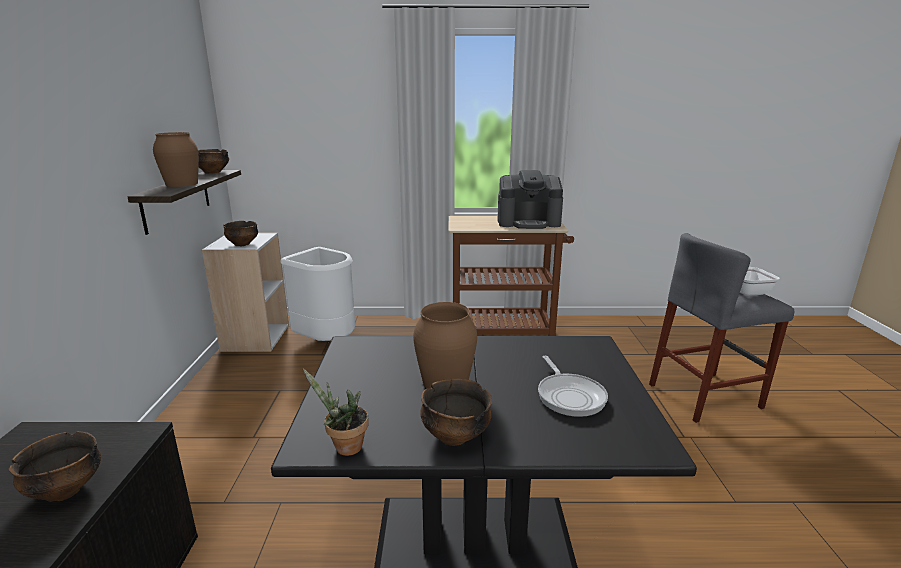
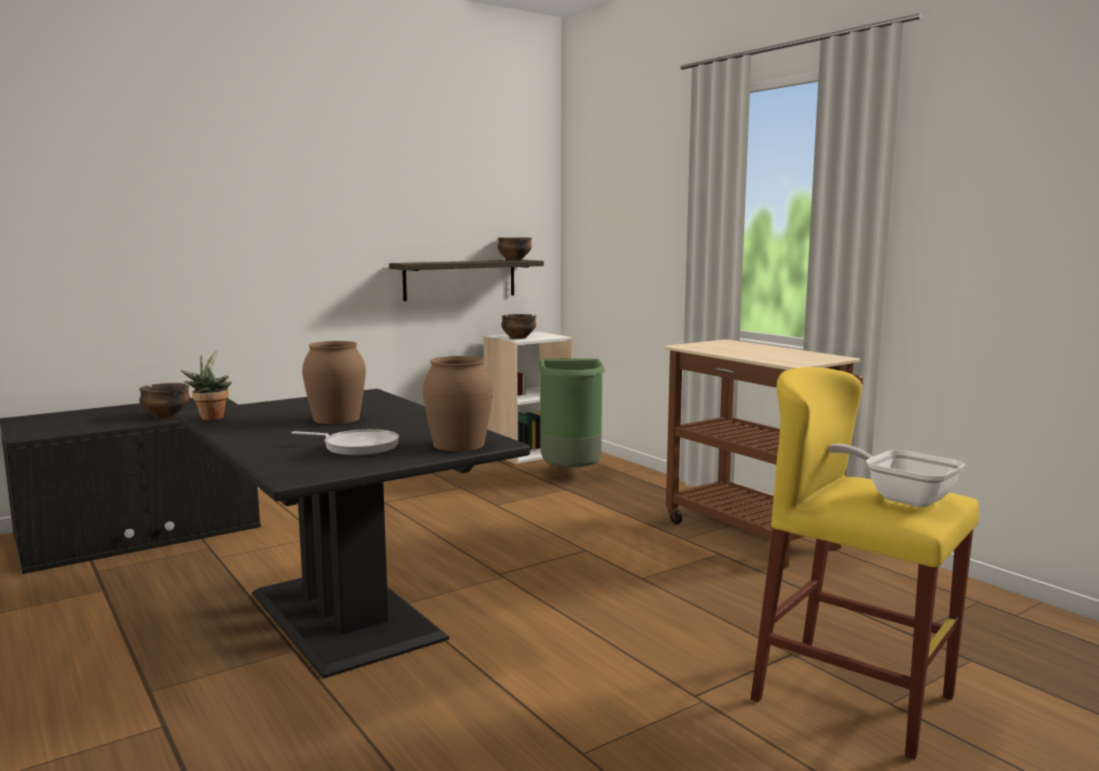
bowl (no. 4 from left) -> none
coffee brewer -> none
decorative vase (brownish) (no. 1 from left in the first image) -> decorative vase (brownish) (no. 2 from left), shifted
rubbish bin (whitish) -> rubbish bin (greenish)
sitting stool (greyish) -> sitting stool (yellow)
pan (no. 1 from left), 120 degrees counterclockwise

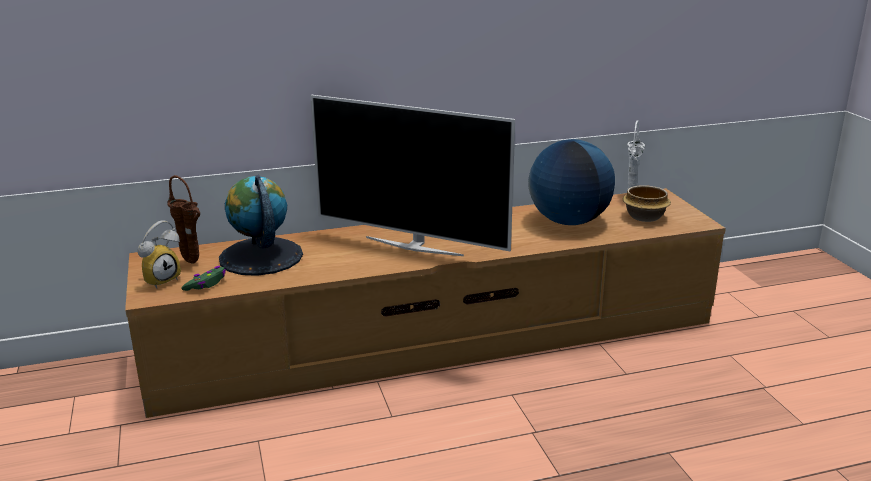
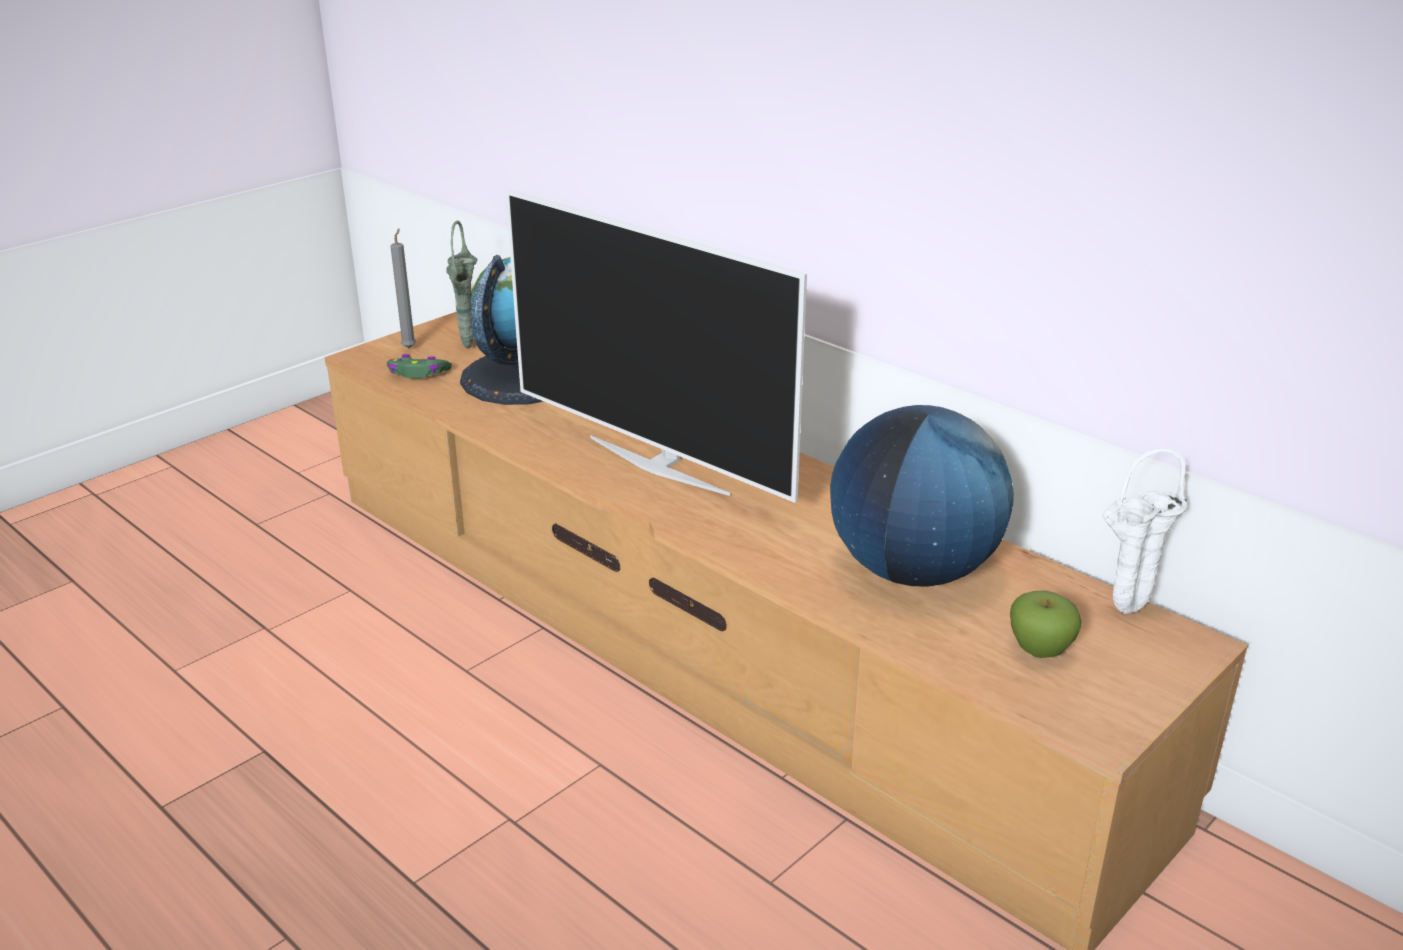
table clock -> wax light (greyish)
bowl -> apple
decorative vase (brownish) -> decorative vase (greenish)
TV, 45 degrees counterclockwise

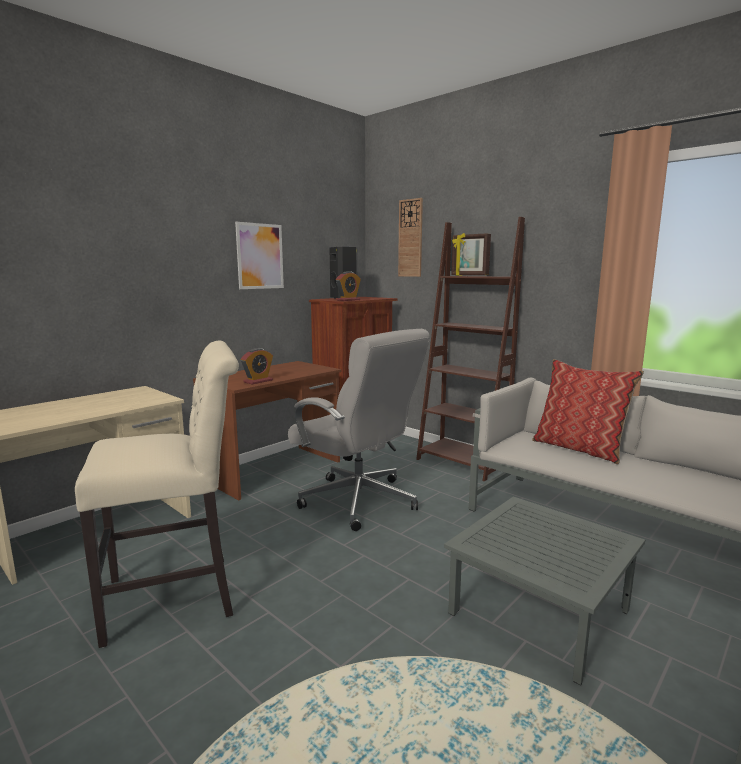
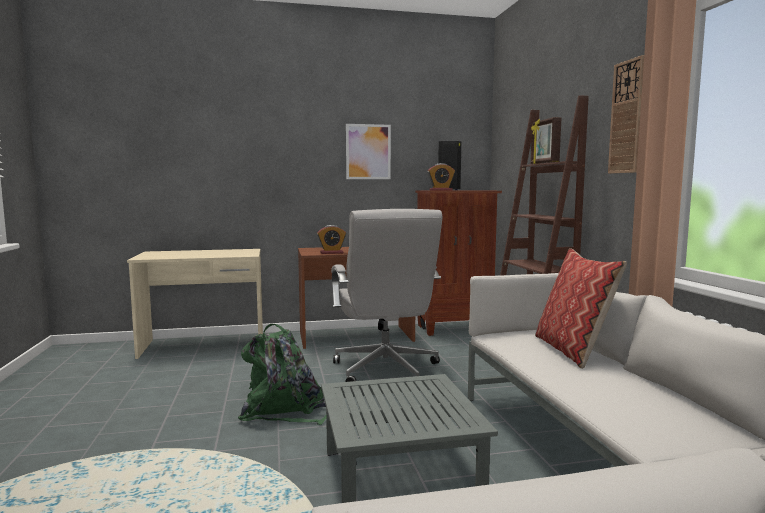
sitting stool (beige) -> none
none -> knapsack (greenish)
hanging clock, shifted

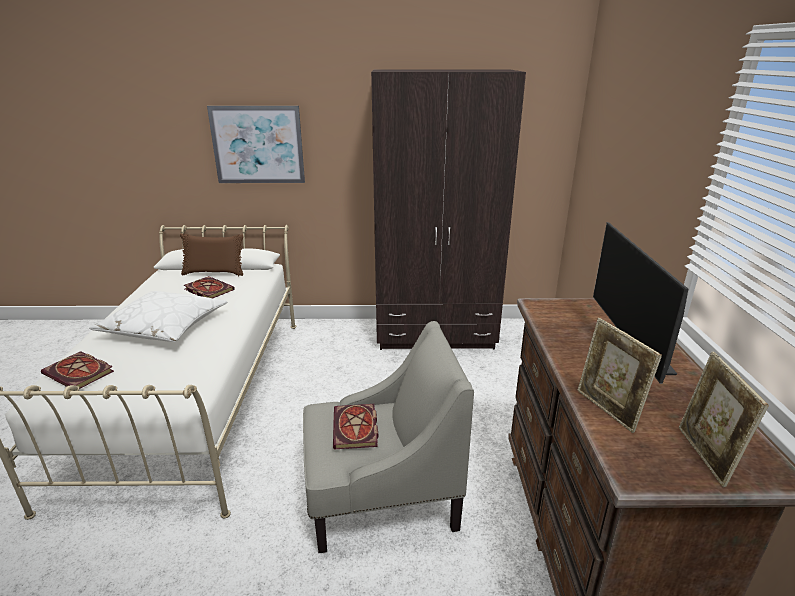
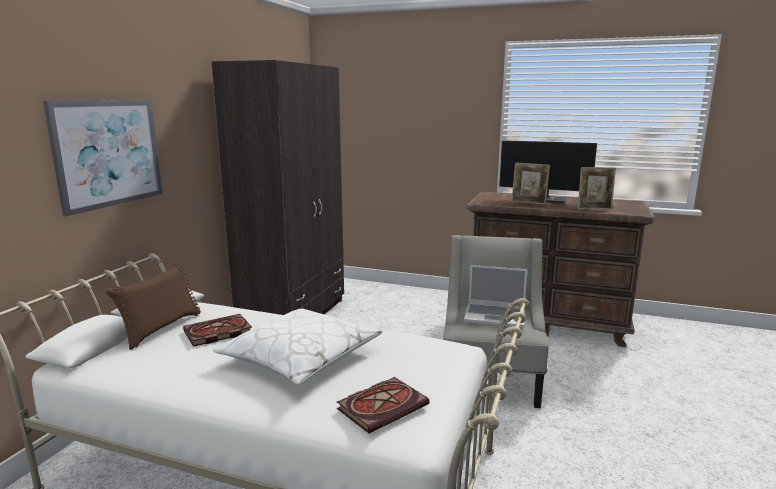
photo frame (no. 2 from left in the first image) -> photo frame (no. 1 from left), shifted
bound book (no. 3 from left) -> notebook computer

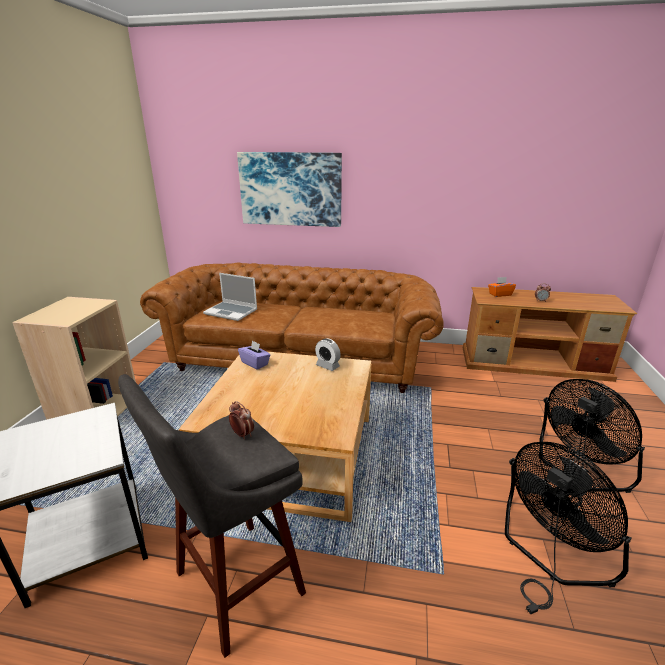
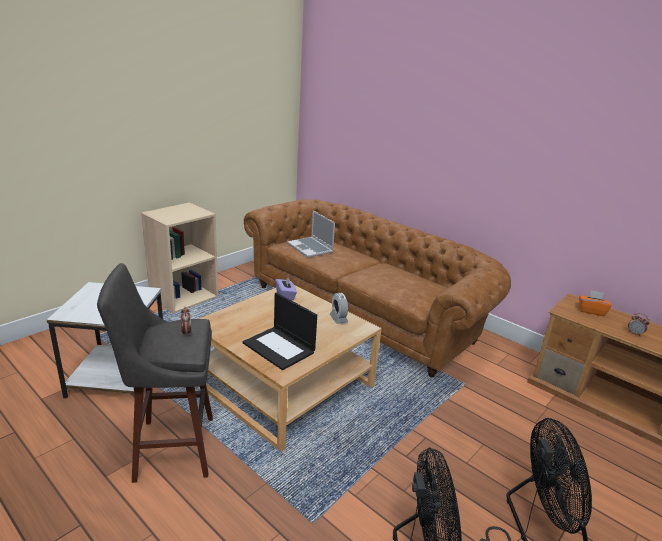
wall picture -> none
none -> notebook computer (no. 1 from left)

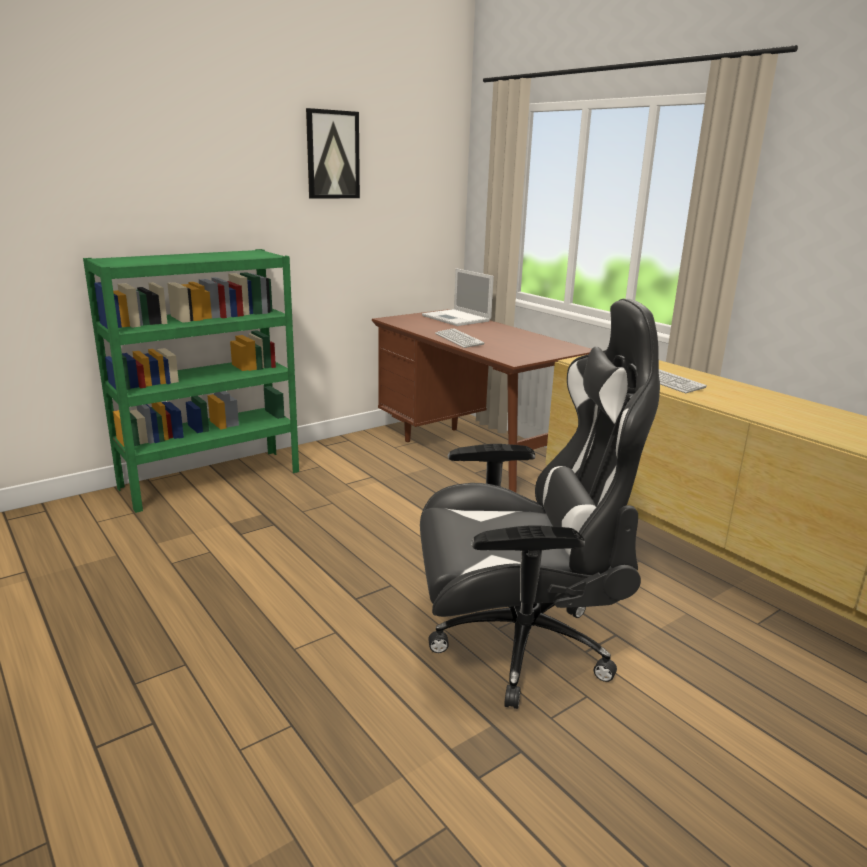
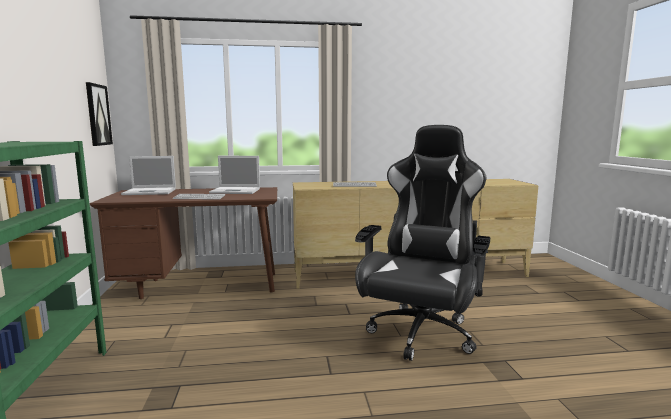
none -> notebook computer (no. 2 from left)
wall picture, shifted

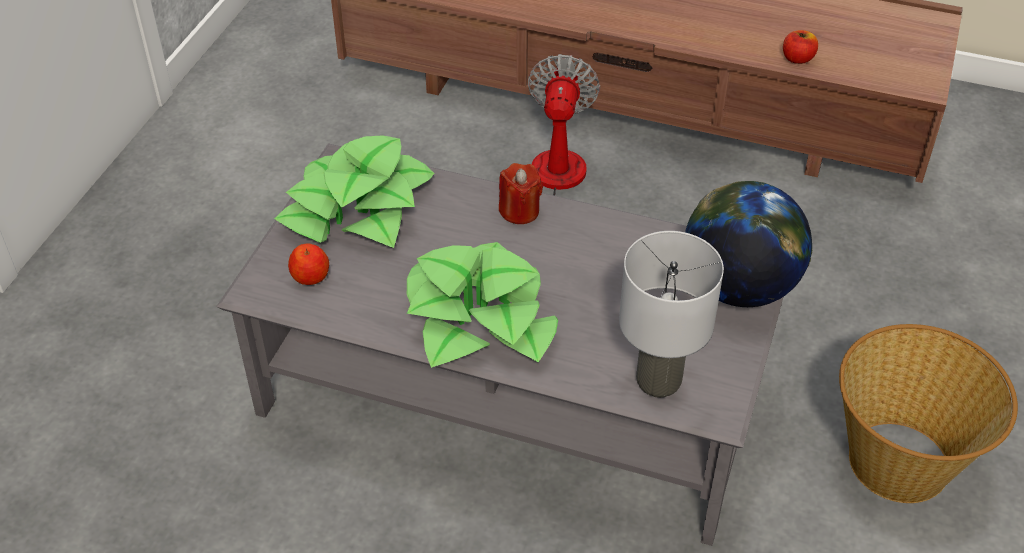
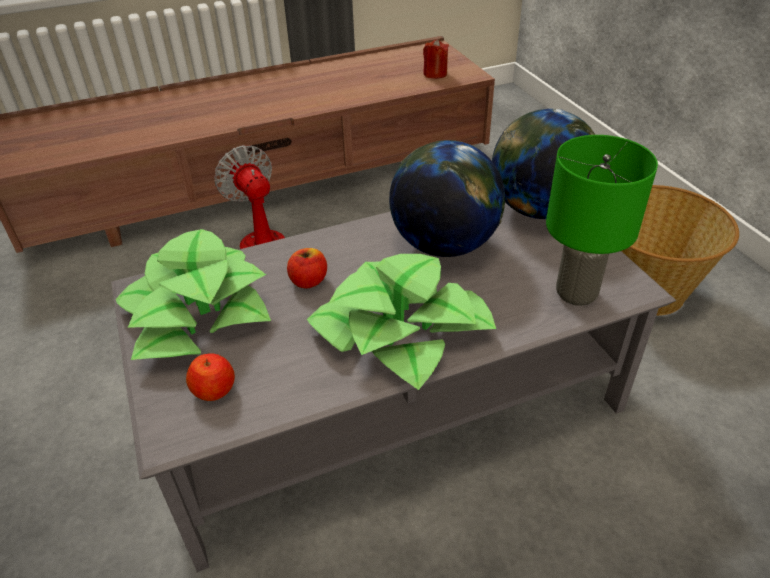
none -> desk globe (no. 1 from left)
wax light (red), shifted
apple (no. 2 from left), shifted
tabletop lamp (whitish) -> tabletop lamp (greenish)

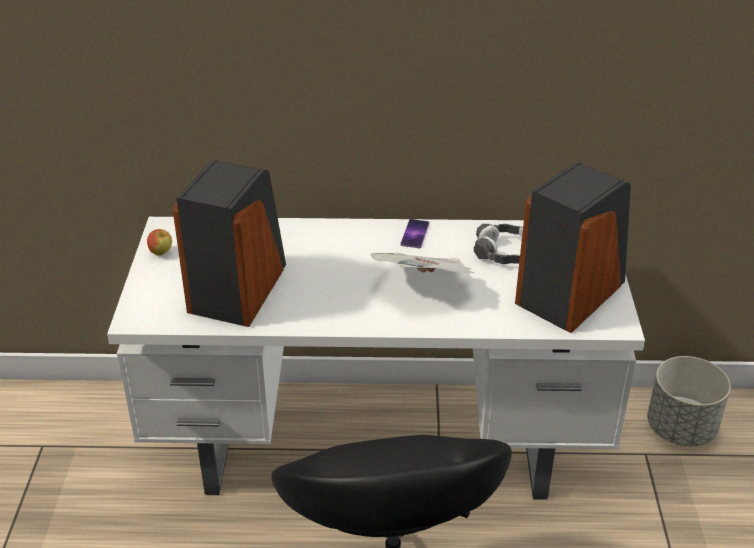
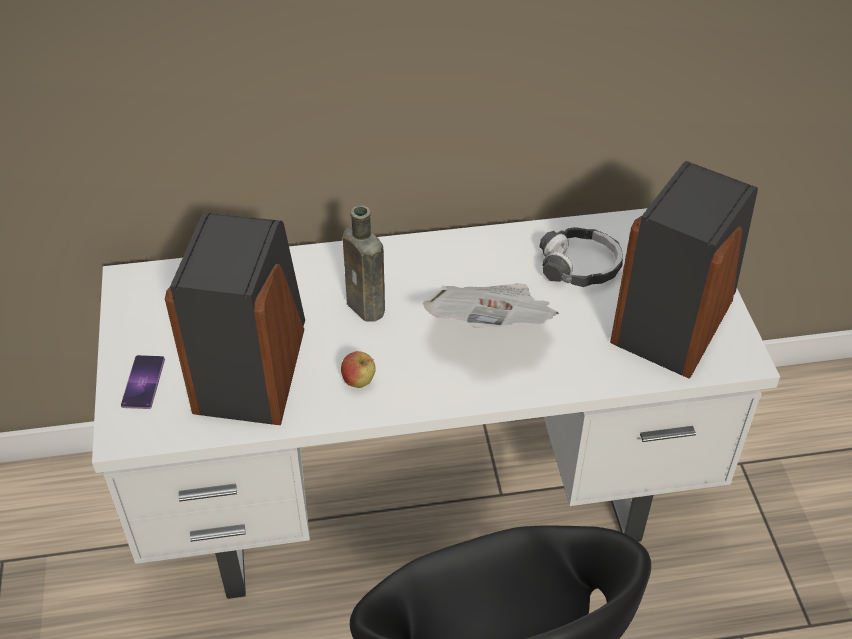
planter (greyish) -> none
none -> drink bottle (brownish)
apple, shifted
telephone, shifted

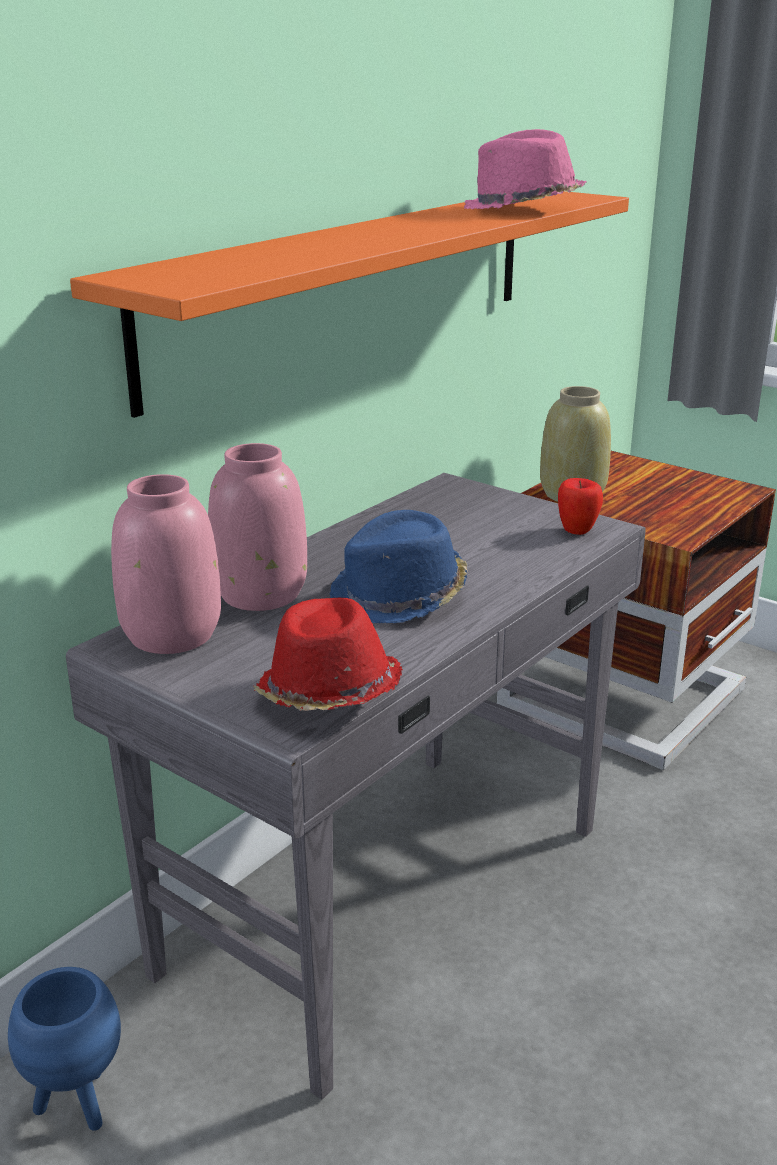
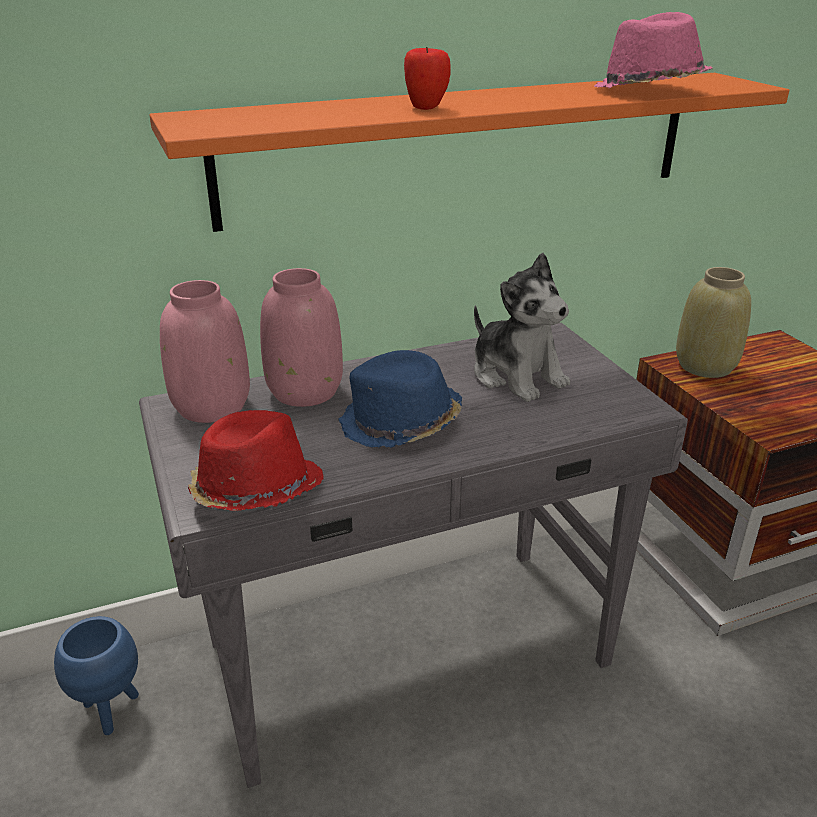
none -> soft toy
apple, shifted

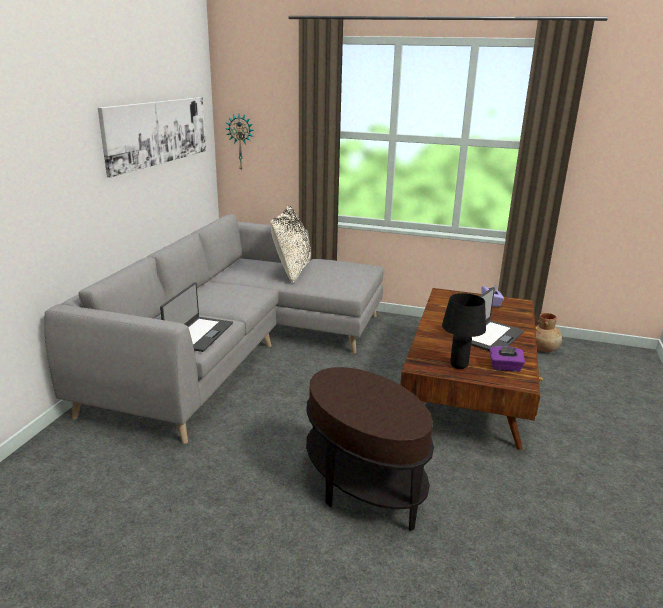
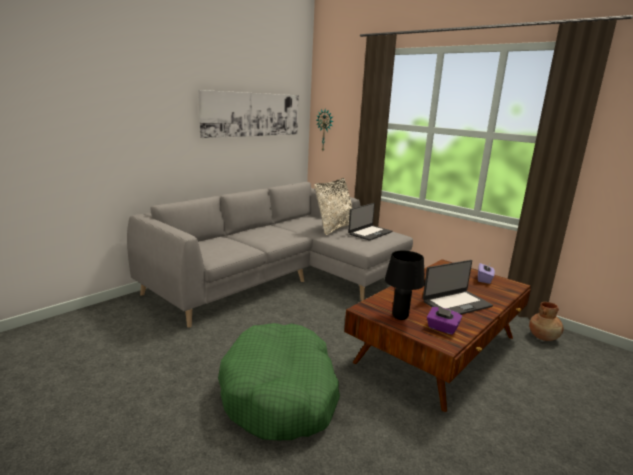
notebook computer (no. 1 from left), shifted
end table (brownish) -> dog bed (greenish)

